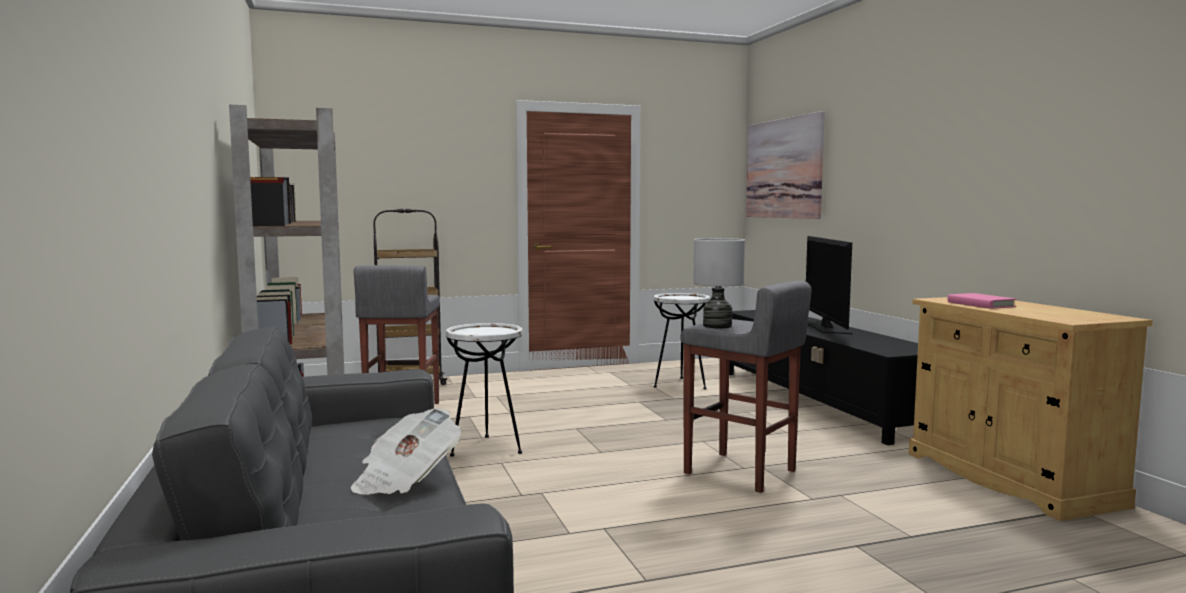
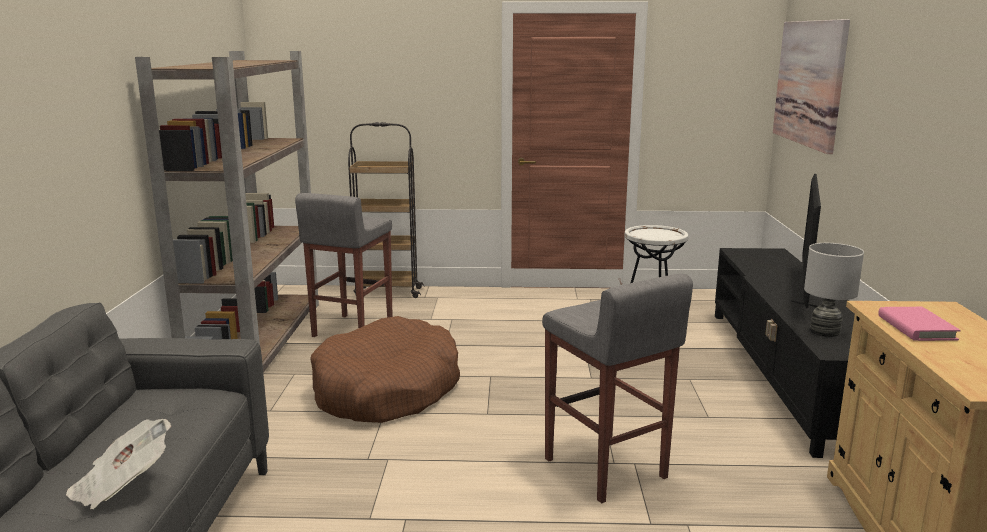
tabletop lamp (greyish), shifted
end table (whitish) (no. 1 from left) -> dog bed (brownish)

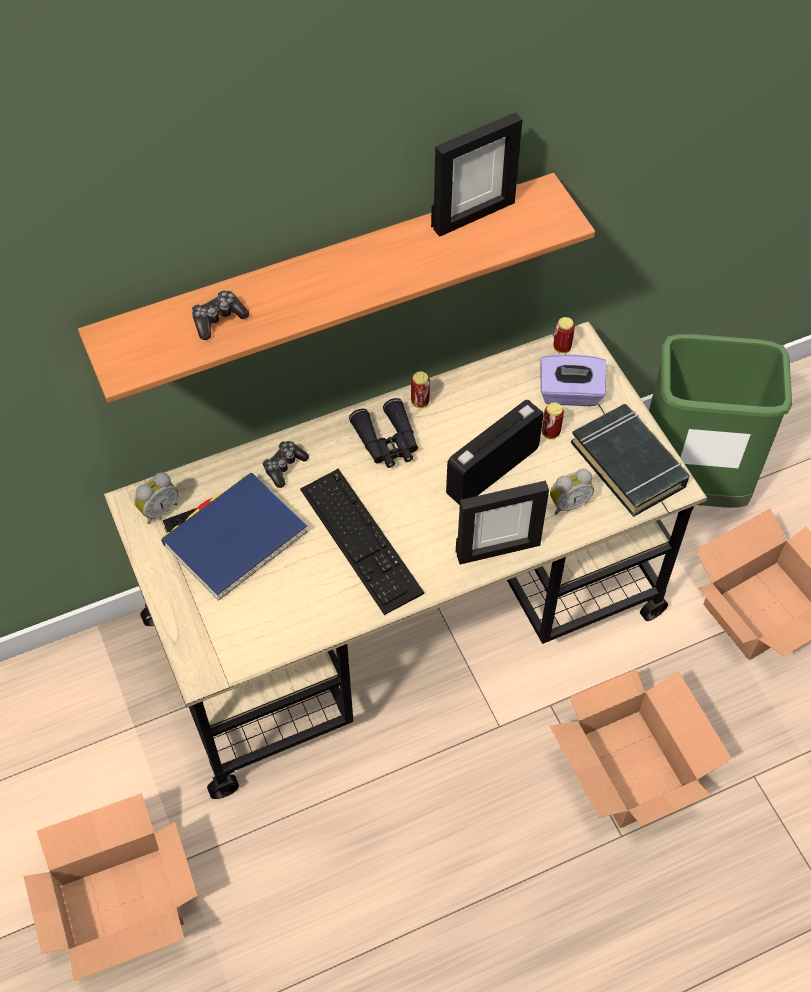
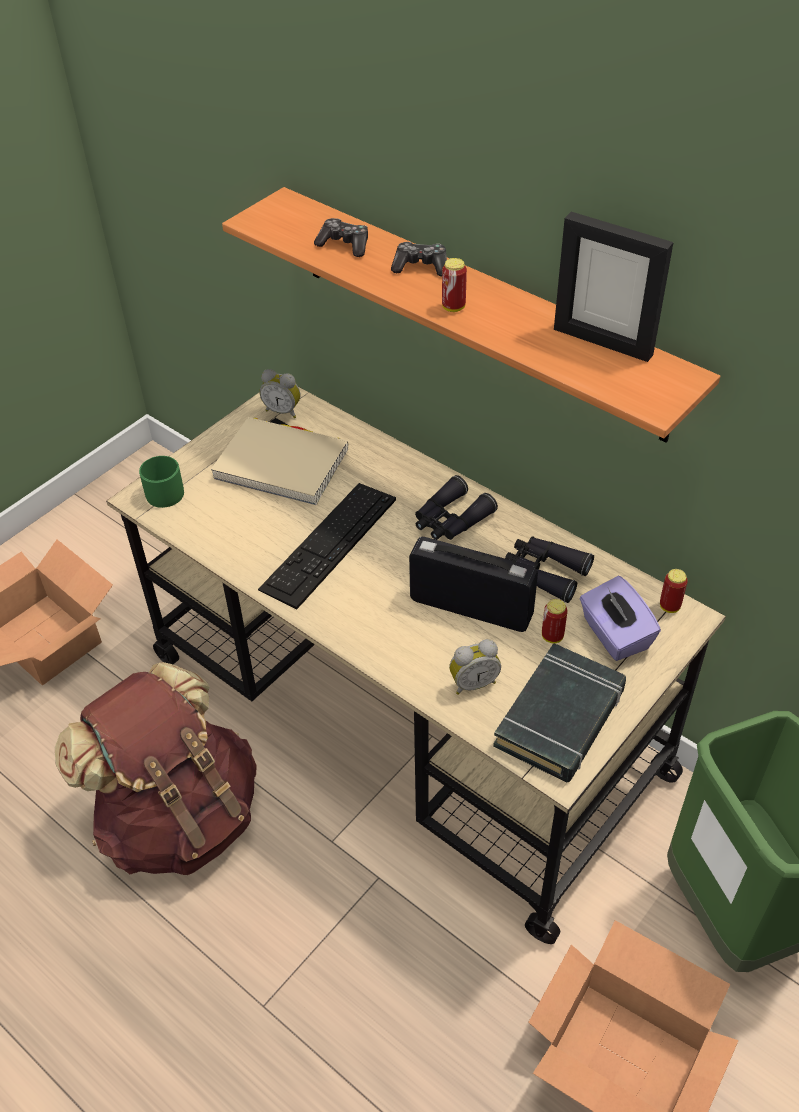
photo frame (no. 2 from left) -> none
carton (no. 2 from left) -> none
none -> knapsack (brownish)
none -> coffee mug (greenish)
none -> field glasses (black-coloured) (no. 2 from left)
gamepad (no. 2 from left), shifted
sealed can (no. 1 from left), shifted
bound book (blue) -> bound book (beige)
table clock (no. 2 from left), 60 degrees counterclockwise

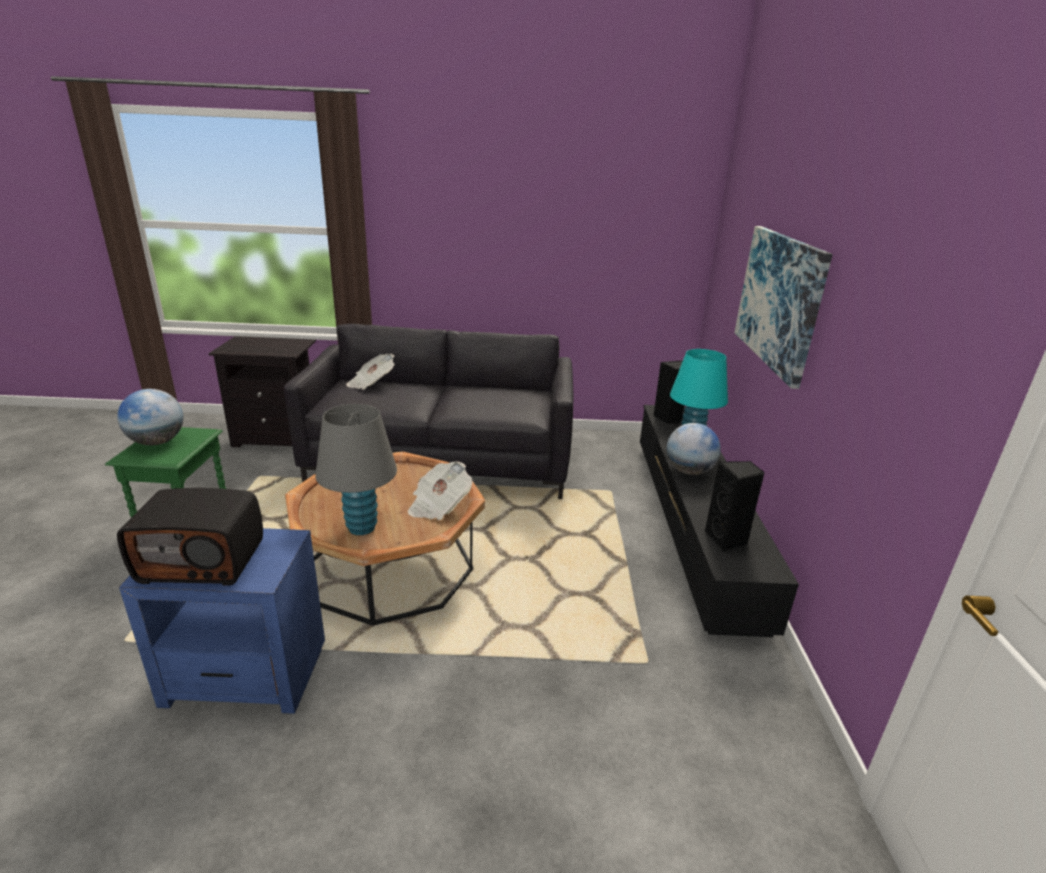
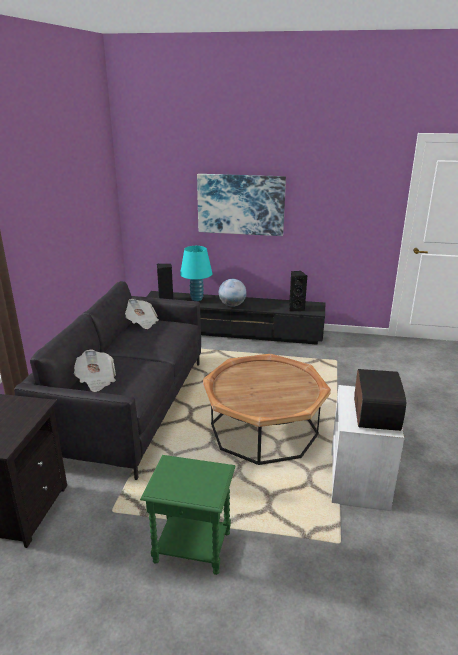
desk globe (no. 1 from left) -> none
tabletop lamp (greyish) -> none
daily paper (no. 2 from left), shifted
end table (blue) -> end table (whitish)

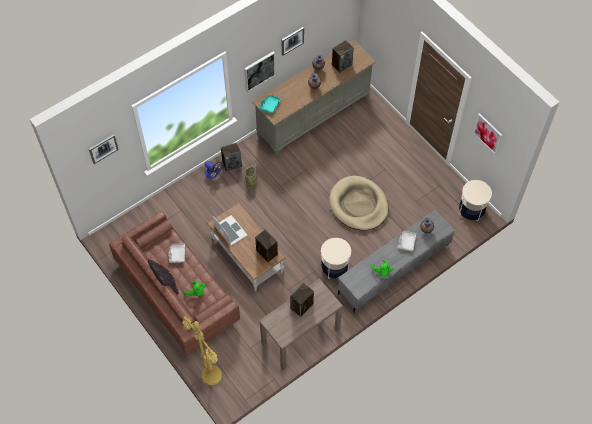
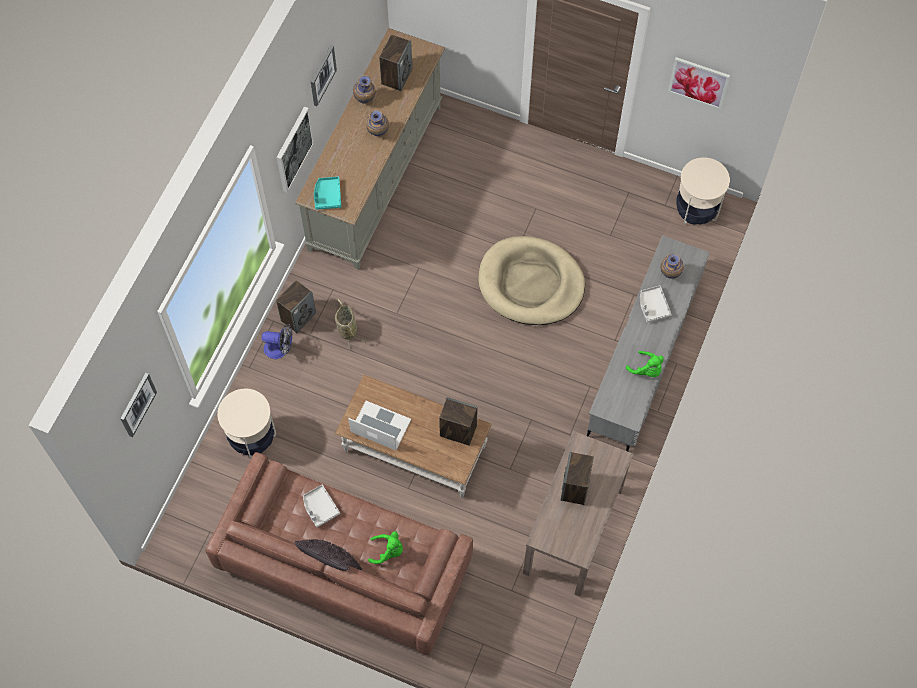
standard lamp (yellow) -> none
end table (beige) (no. 1 from left), shifted

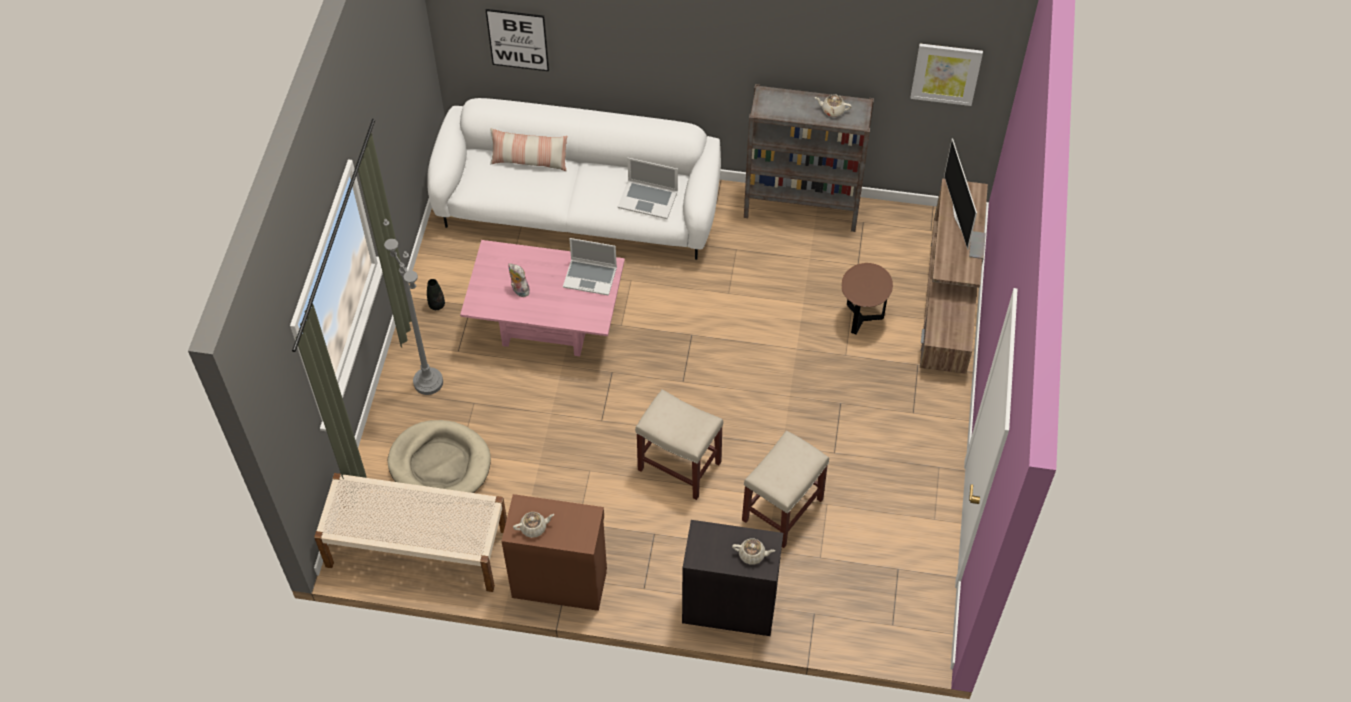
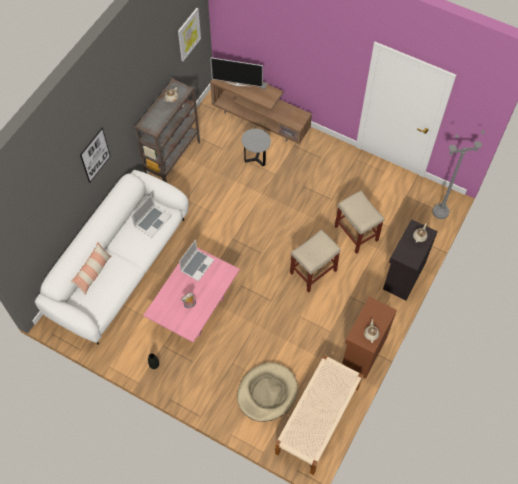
standard lamp (greyish), shifted
wall picture (no. 1 from left), shifted
end table (brownish) -> end table (greyish)

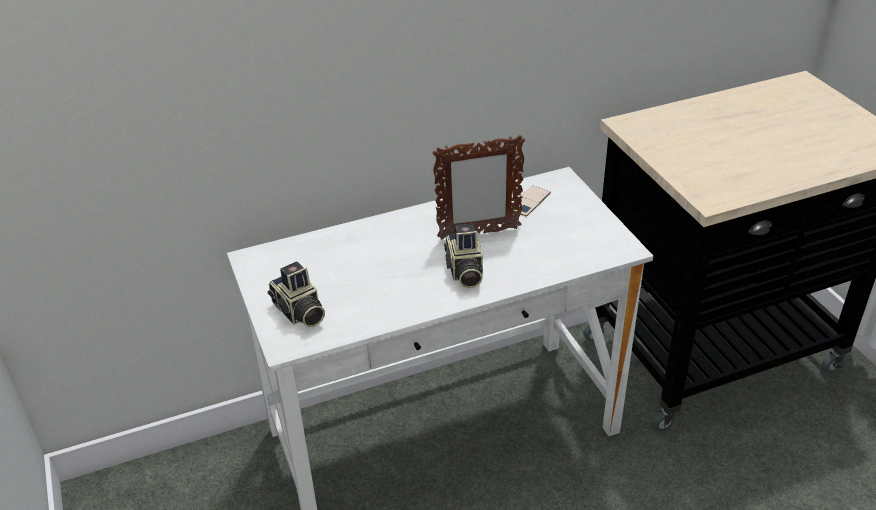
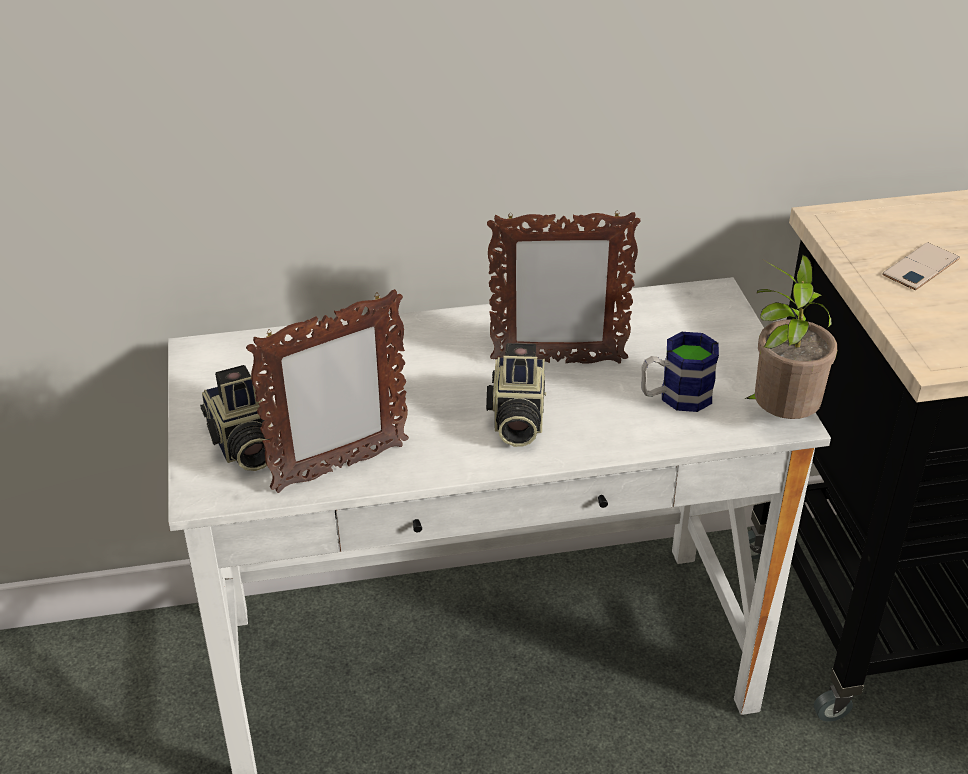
none -> photo frame (no. 1 from left)
none -> coffee mug
none -> houseplant
telephone, shifted

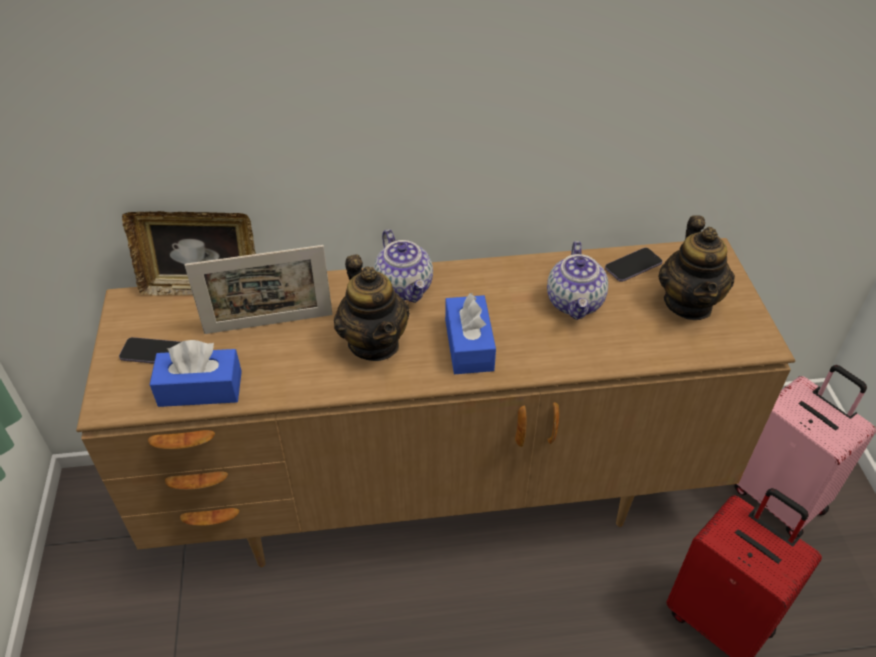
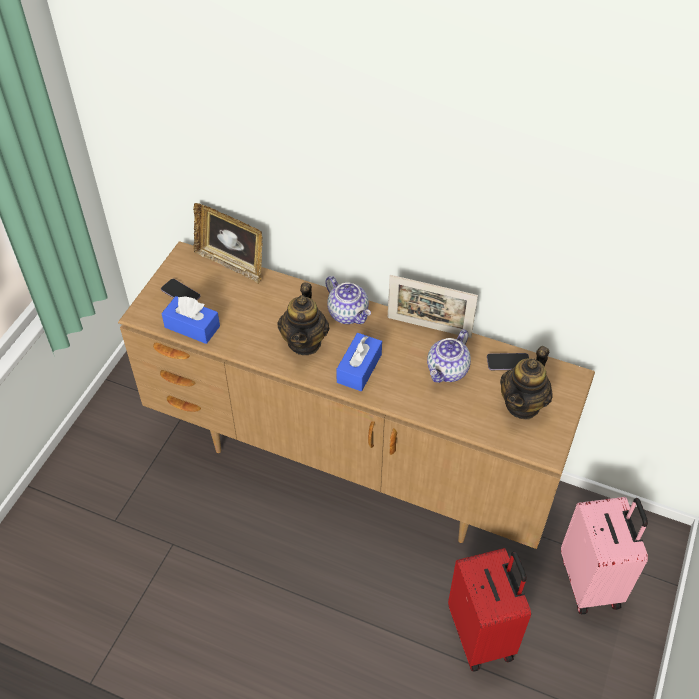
photo frame (no. 2 from left), shifted
tea pot (no. 2 from left), 45 degrees counterclockwise

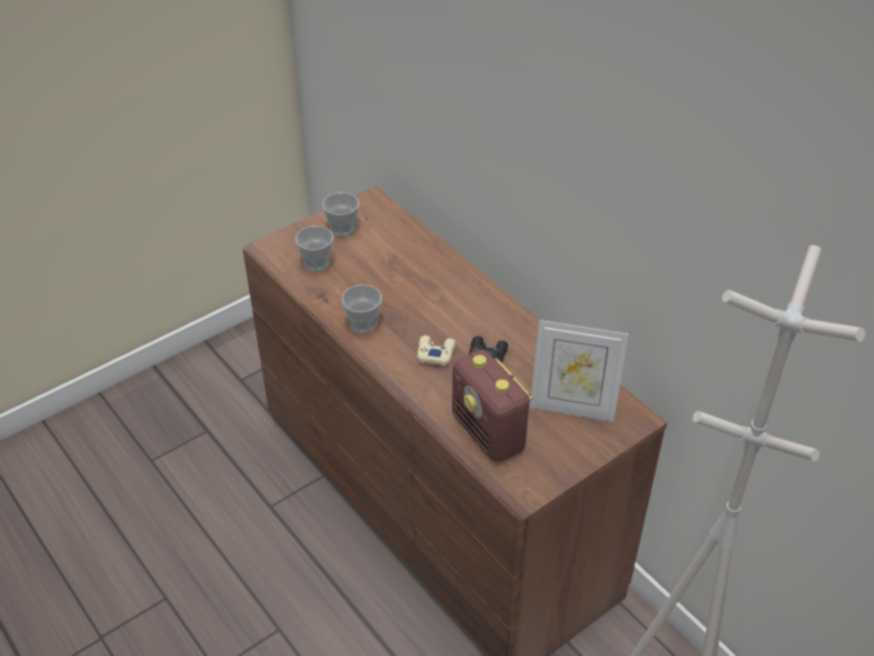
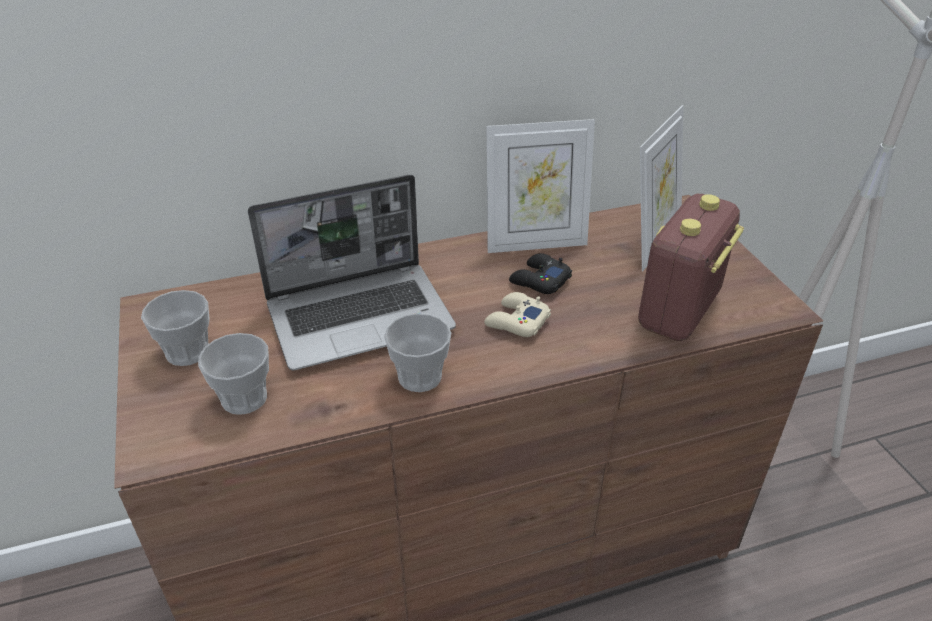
none -> notebook computer
none -> photo frame (no. 1 from left)
radio set, 135 degrees clockwise

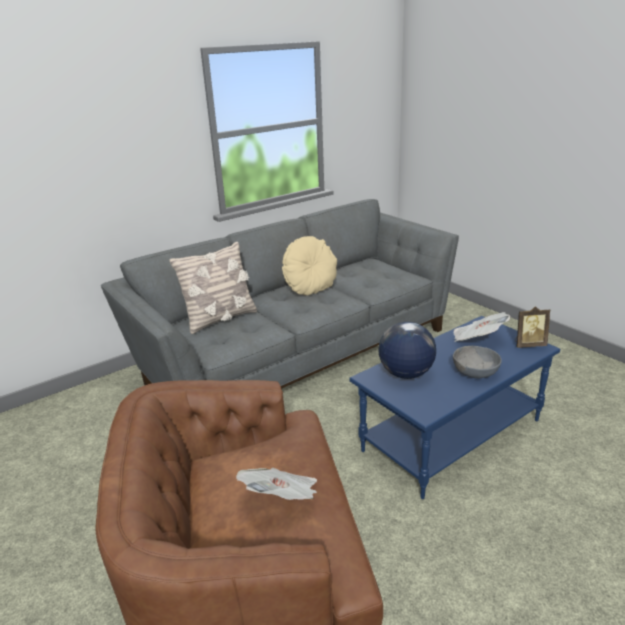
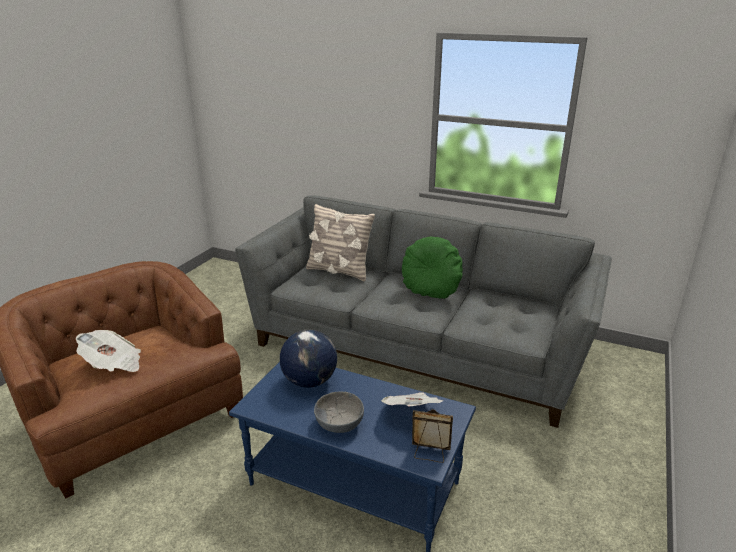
throw pillow (beige) (no. 2 from left) -> throw pillow (greenish)
photo frame, 135 degrees clockwise

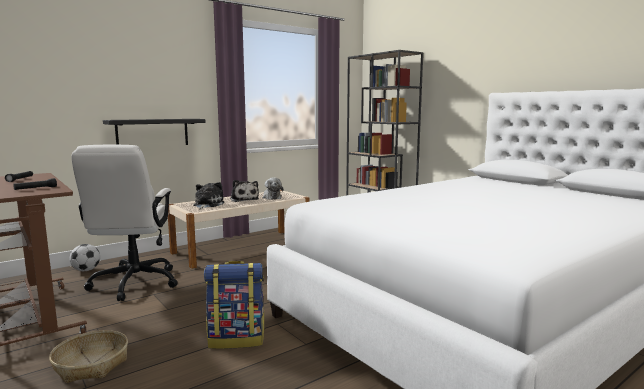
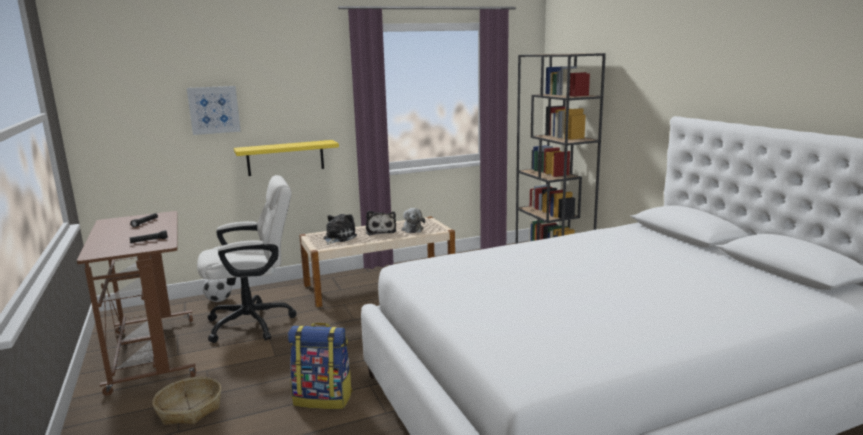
none -> wall picture
wall shelf (black-coloured) -> wall shelf (yellow)
office chair (whitish), 120 degrees counterclockwise

